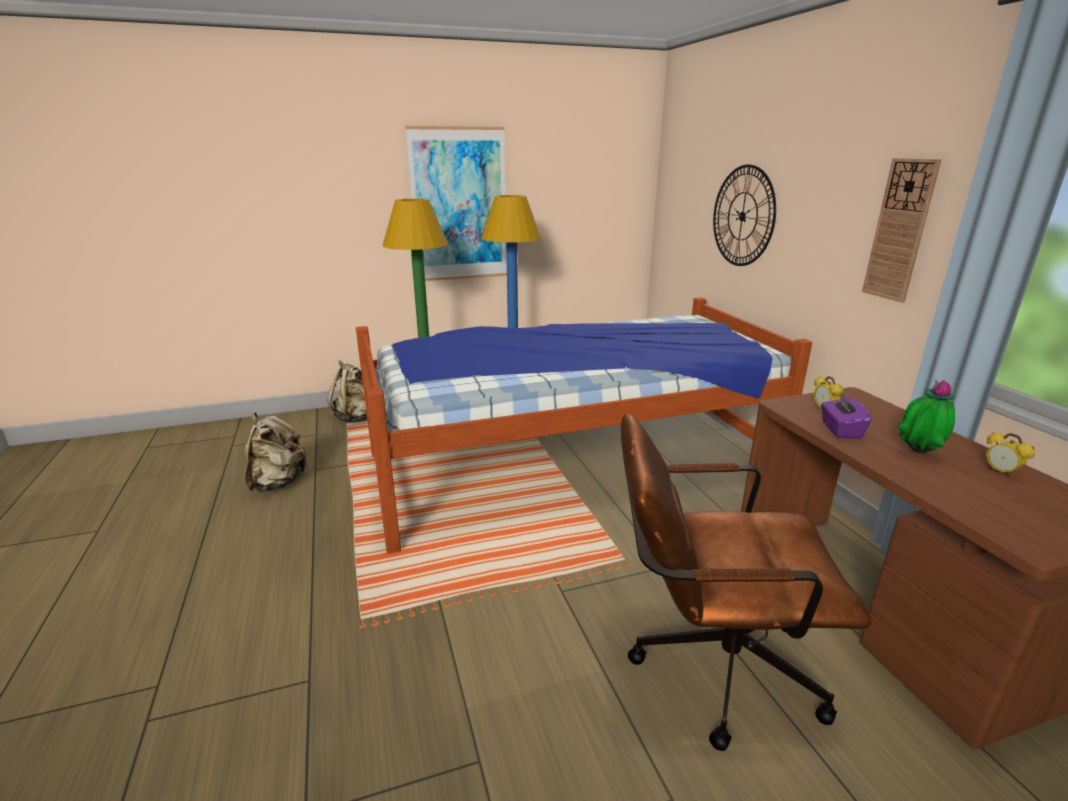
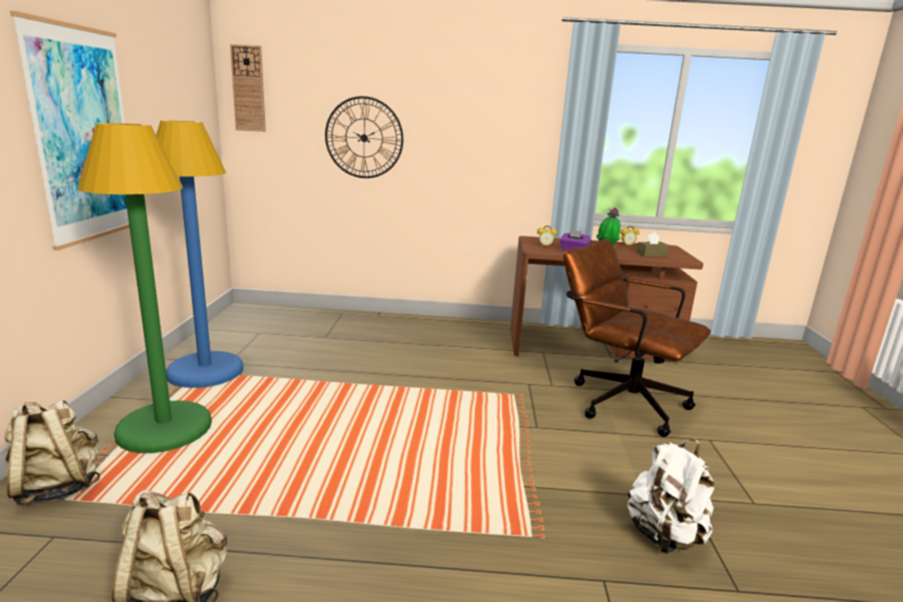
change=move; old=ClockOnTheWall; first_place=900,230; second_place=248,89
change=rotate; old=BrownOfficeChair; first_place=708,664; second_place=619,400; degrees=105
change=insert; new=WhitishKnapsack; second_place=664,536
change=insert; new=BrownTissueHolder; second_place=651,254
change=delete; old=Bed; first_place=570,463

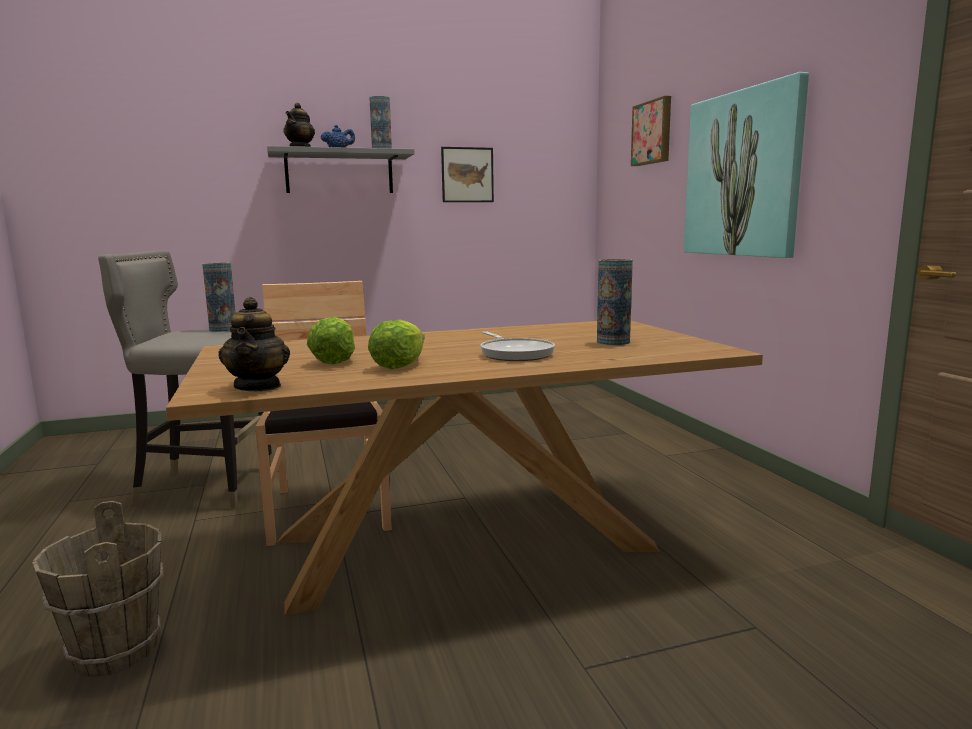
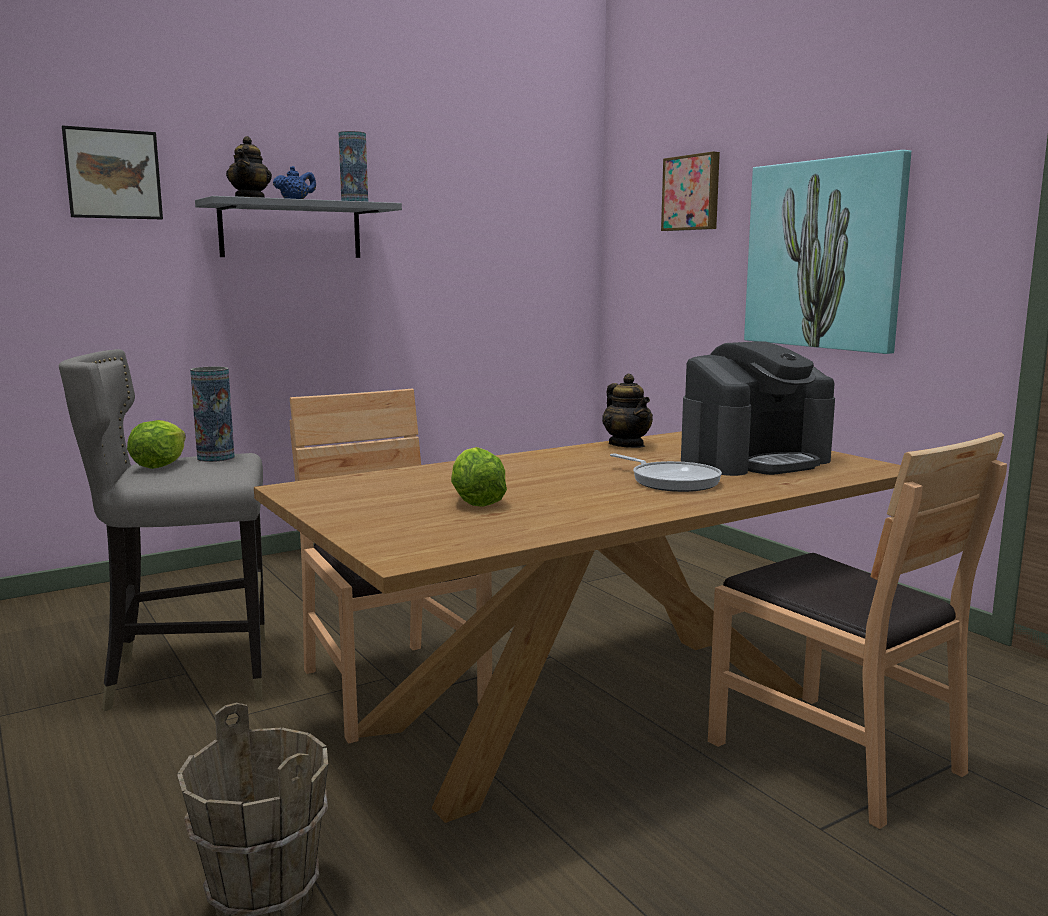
change=move; old=WallPicture; first_place=467,175; second_place=113,174
change=move; old=LettuceHead; first_place=398,365; second_place=159,465
change=move; old=PotForTea; first_place=258,386; second_place=627,445
change=replace; old=Vase; new=CoffeeMaker; first_place=613,342; second_place=754,460
change=insert; new=BrownChair; second_place=835,755

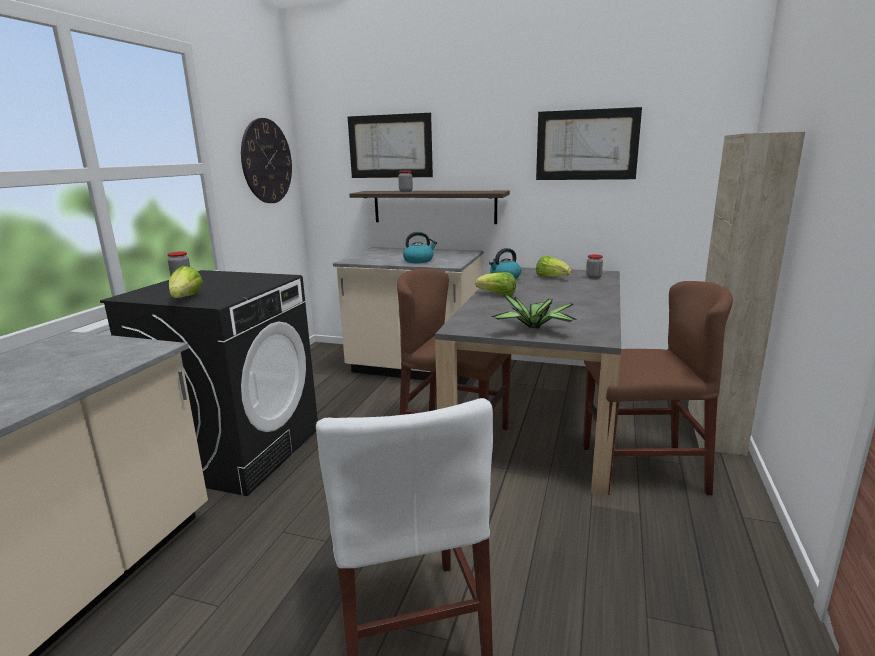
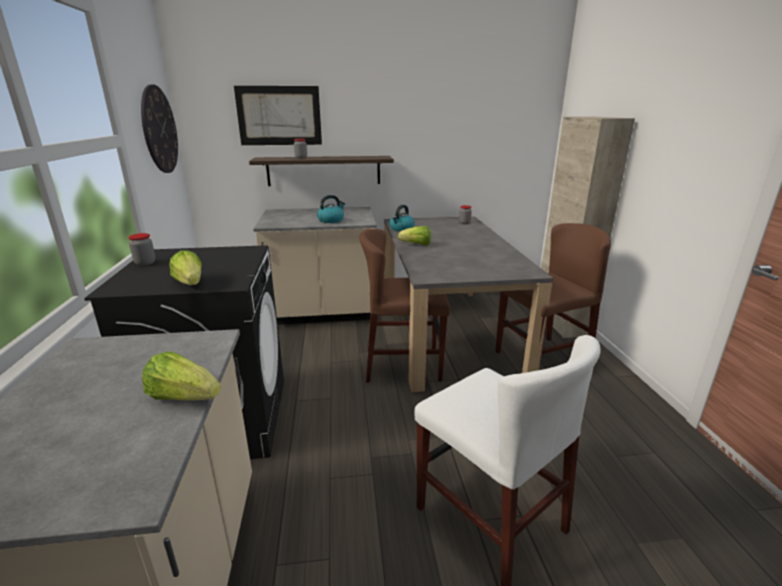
change=move; old=LettuceHead; first_place=551,278; second_place=184,397
change=delete; old=PlantInAPot; first_place=535,328
change=delete; old=WallPicture; first_place=586,145

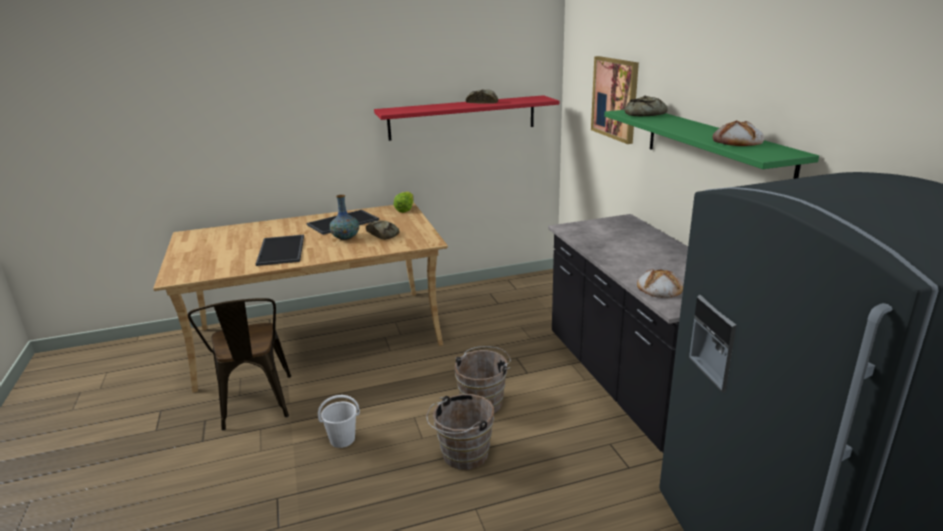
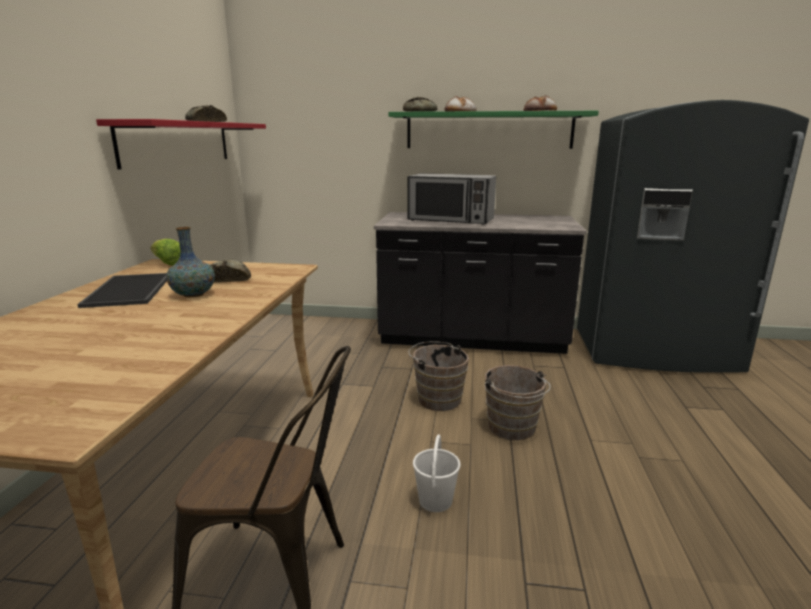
change=insert; new=KitchenMicrowave; second_place=450,220
change=move; old=BakeryBread; first_place=659,288; second_place=459,111
change=delete; old=CarryingTray; first_place=282,250
change=delete; old=WallPicture; first_place=615,98

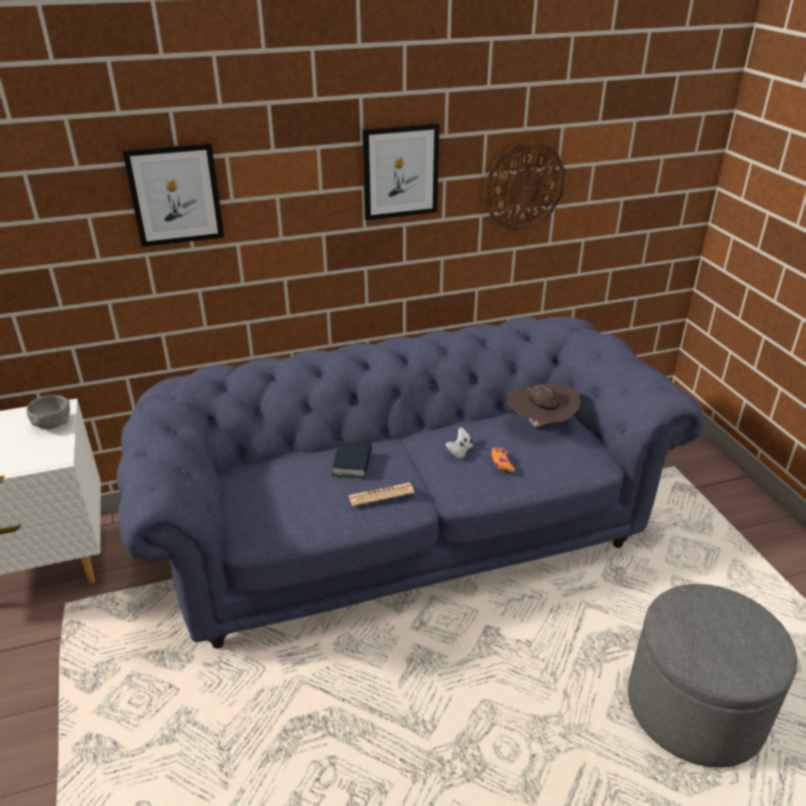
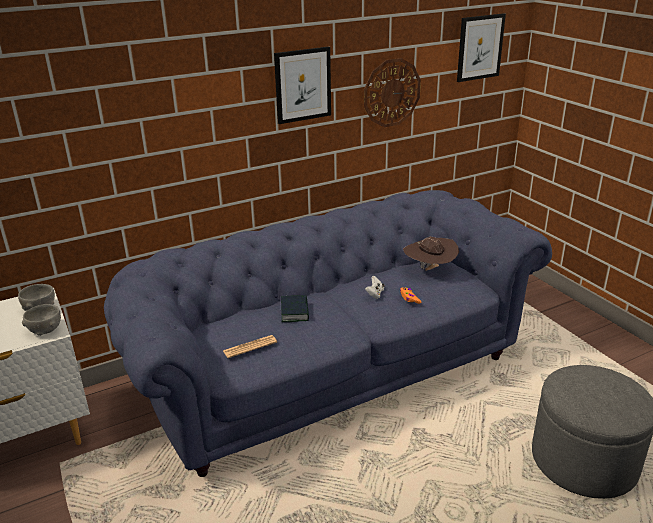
change=insert; new=GrayBowl; second_place=45,330
change=move; old=PrintedPaper; first_place=381,495; second_place=250,347
change=move; old=WallPicture; first_place=175,195; second_place=480,47

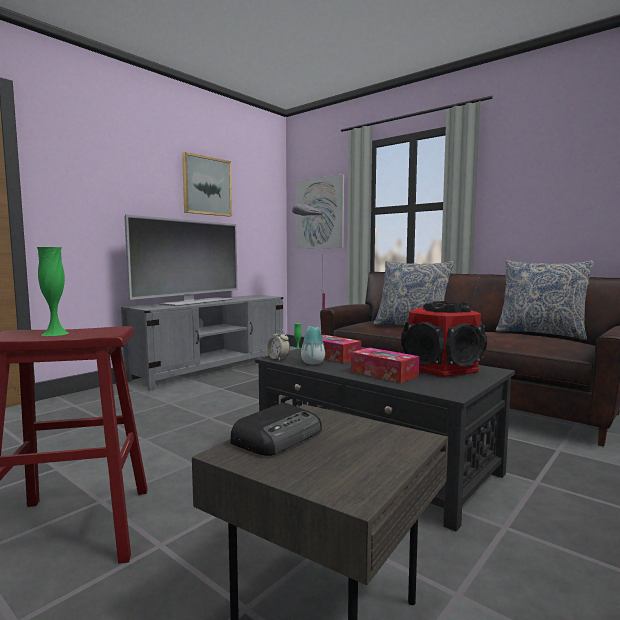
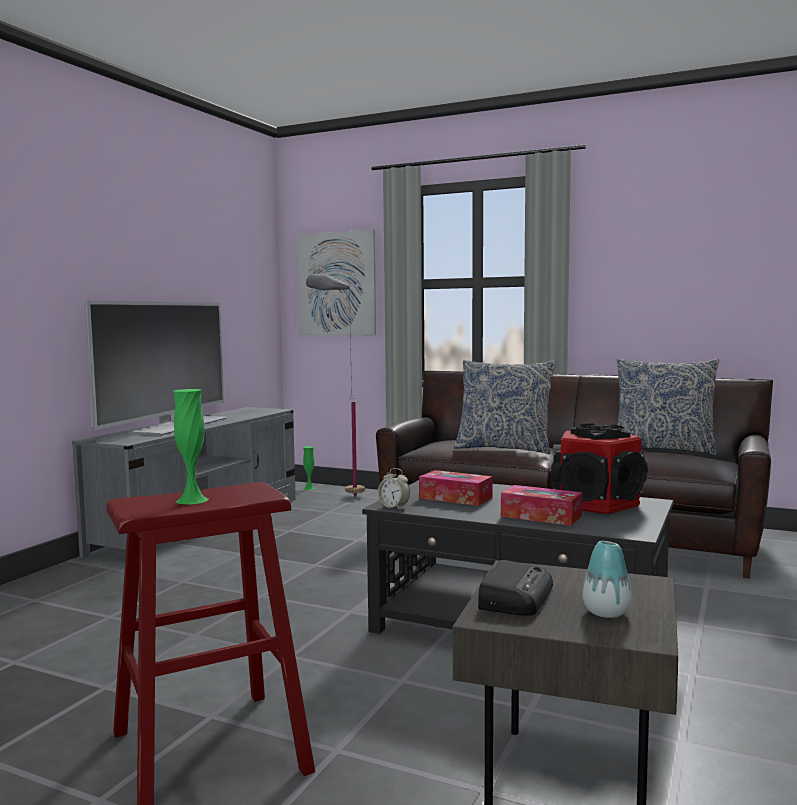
change=move; old=Vase; first_place=313,362; second_place=606,612
change=delete; old=WallPicture; first_place=207,186

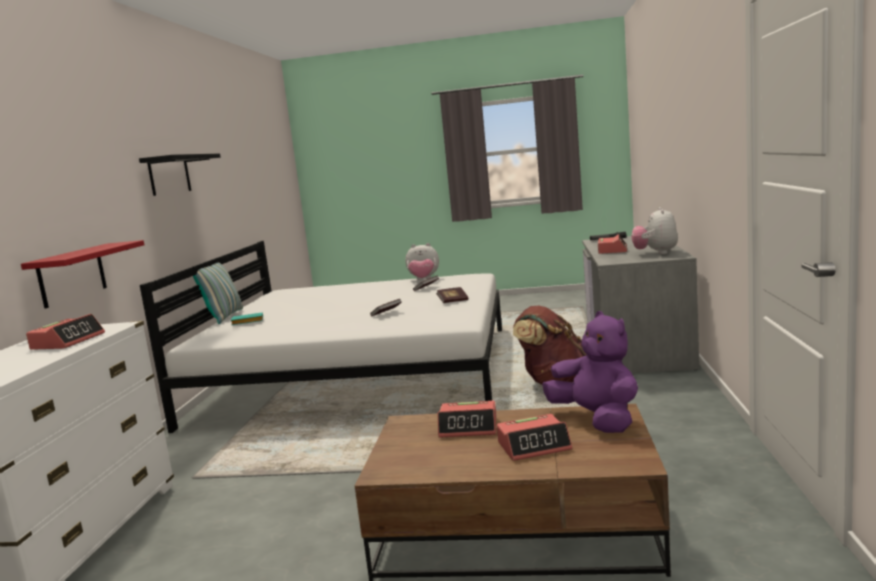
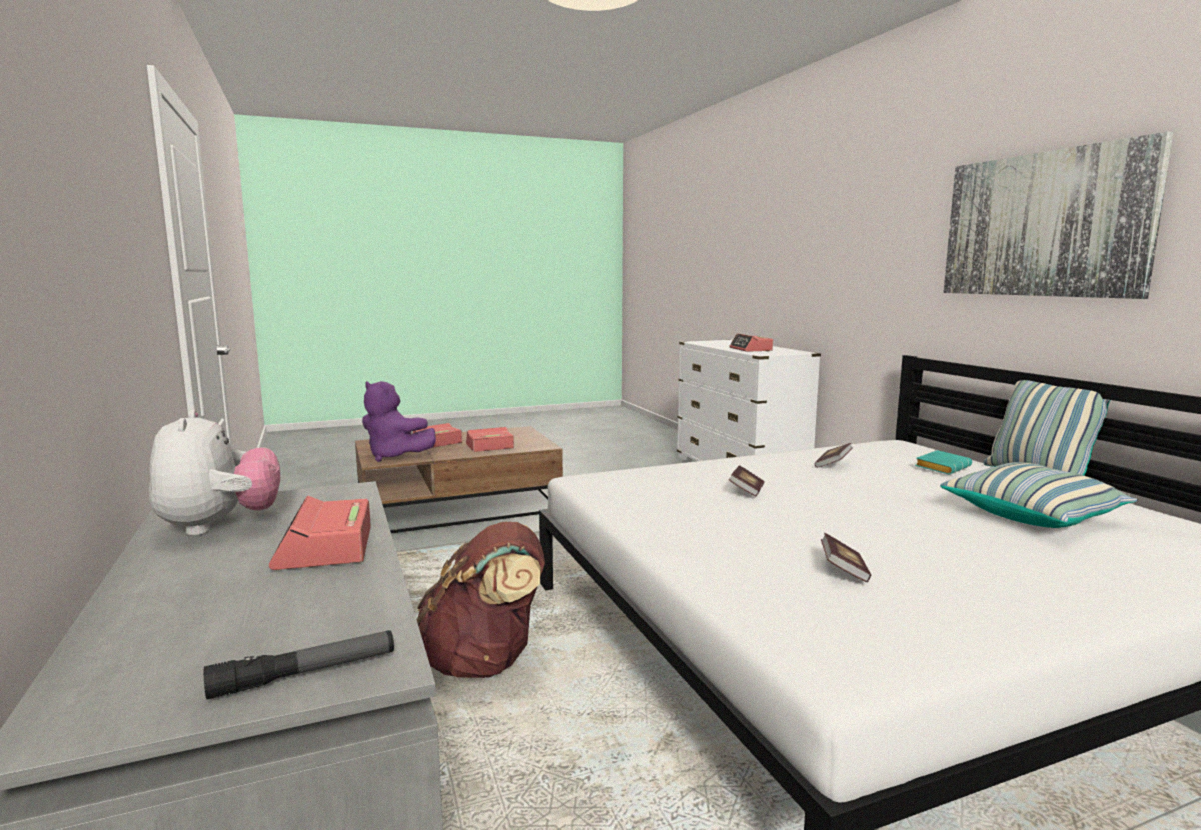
change=move; old=BoundBook; first_place=453,301; second_place=833,464
change=insert; new=Cushion; second_place=1033,515
change=replace; old=BlackColouredShelf; new=WallPicture; first_place=169,175; second_place=1043,225
change=delete; old=RedShelf; first_place=72,275
change=delete; old=CuddlyToy; first_place=423,279

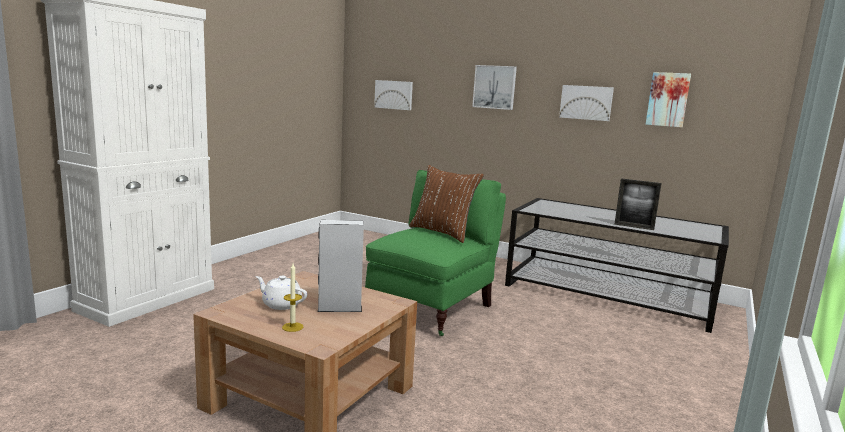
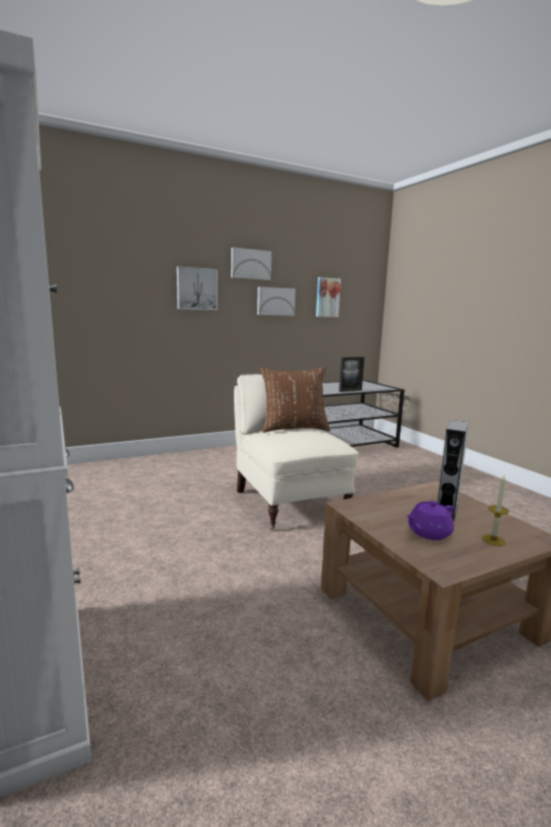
change=move; old=WallPicture; first_place=394,95; second_place=250,264
change=recolor; old=GreenColouredEasyChair; new=SandColouredEasyChair; first_place=433,308; second_place=289,502
change=recolor; old=WhitishPotForTea; new=PurpleColouredPotForTea; first_place=281,304; second_place=428,533

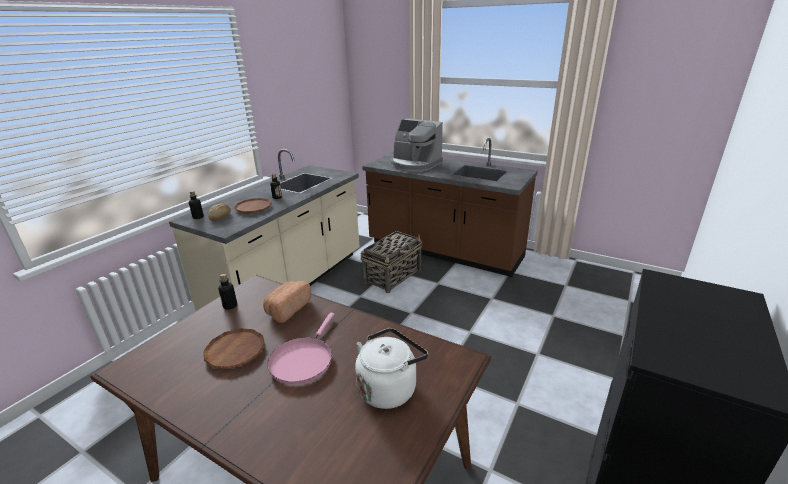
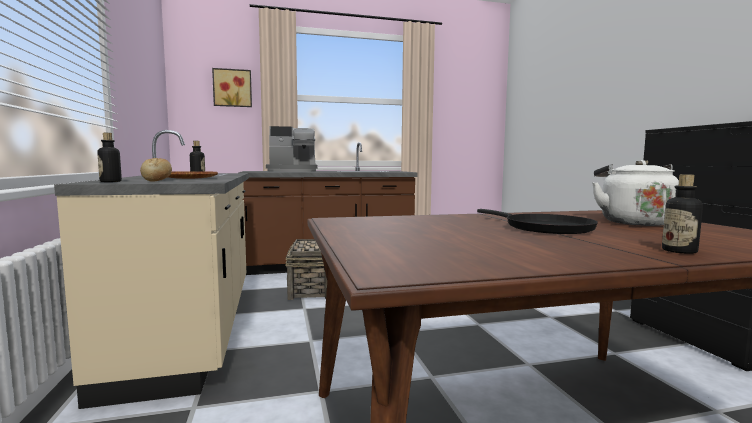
change=insert; new=WallPicture; second_place=232,88
change=recolor; old=PinkishSkillet; new=BlackColouredSkillet; first_place=303,360; second_place=543,228
change=move; old=BeverageBottle; first_place=230,306; second_place=679,251
change=delete; old=BrownPlate; first_place=235,351
change=delete; old=BakeryBread; first_place=287,309

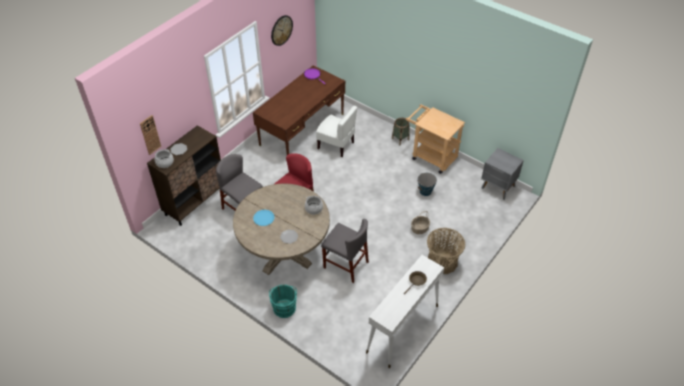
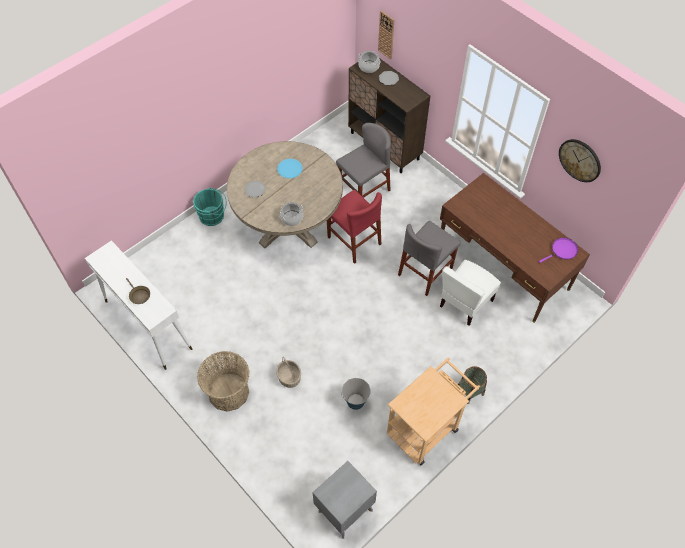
change=move; old=GrayChair; first_place=345,265; second_place=425,271

